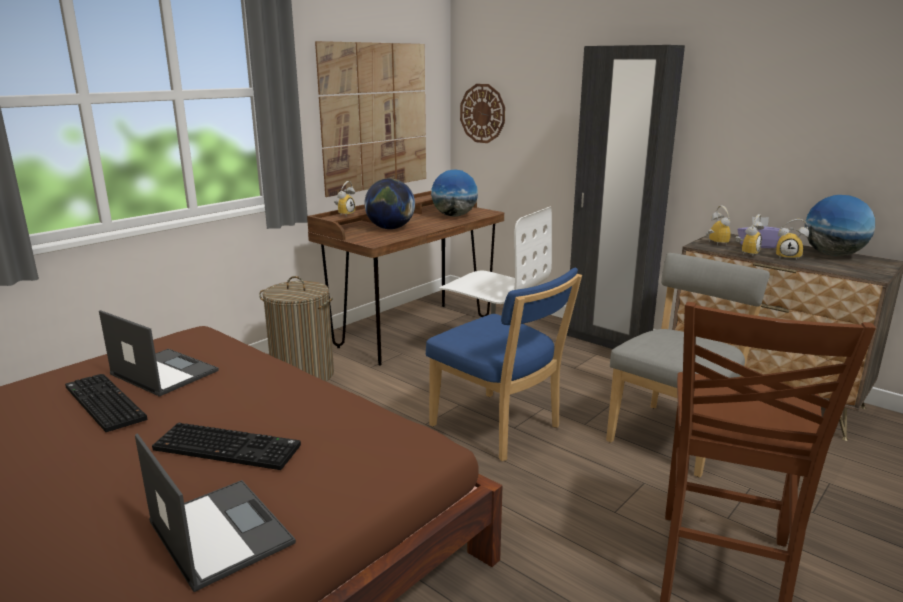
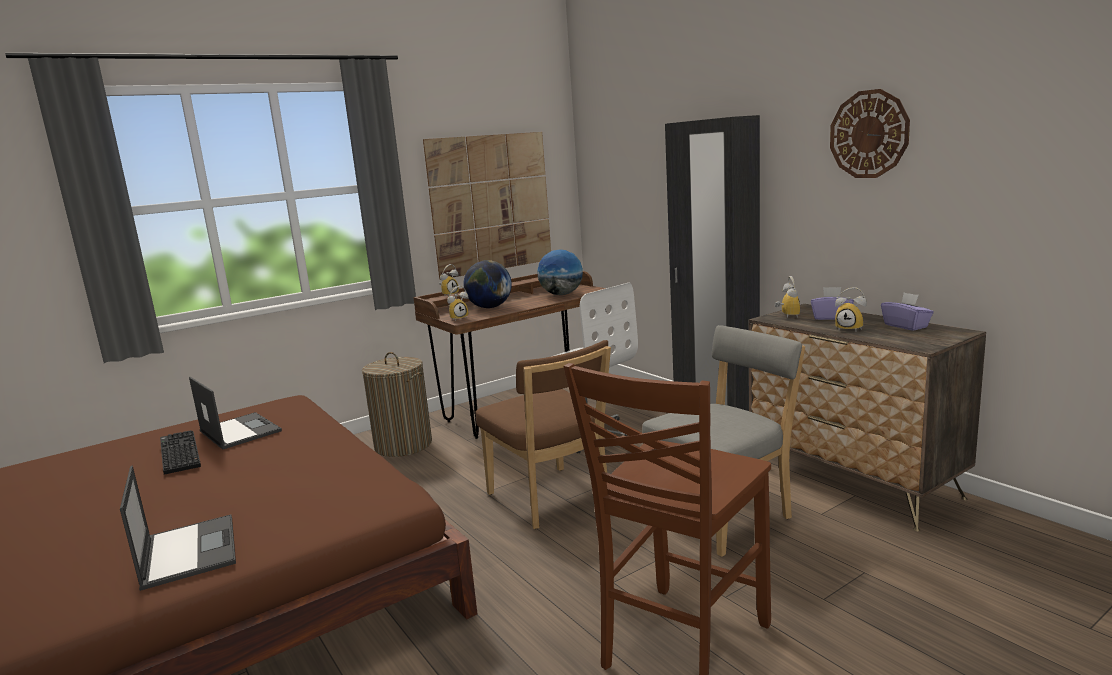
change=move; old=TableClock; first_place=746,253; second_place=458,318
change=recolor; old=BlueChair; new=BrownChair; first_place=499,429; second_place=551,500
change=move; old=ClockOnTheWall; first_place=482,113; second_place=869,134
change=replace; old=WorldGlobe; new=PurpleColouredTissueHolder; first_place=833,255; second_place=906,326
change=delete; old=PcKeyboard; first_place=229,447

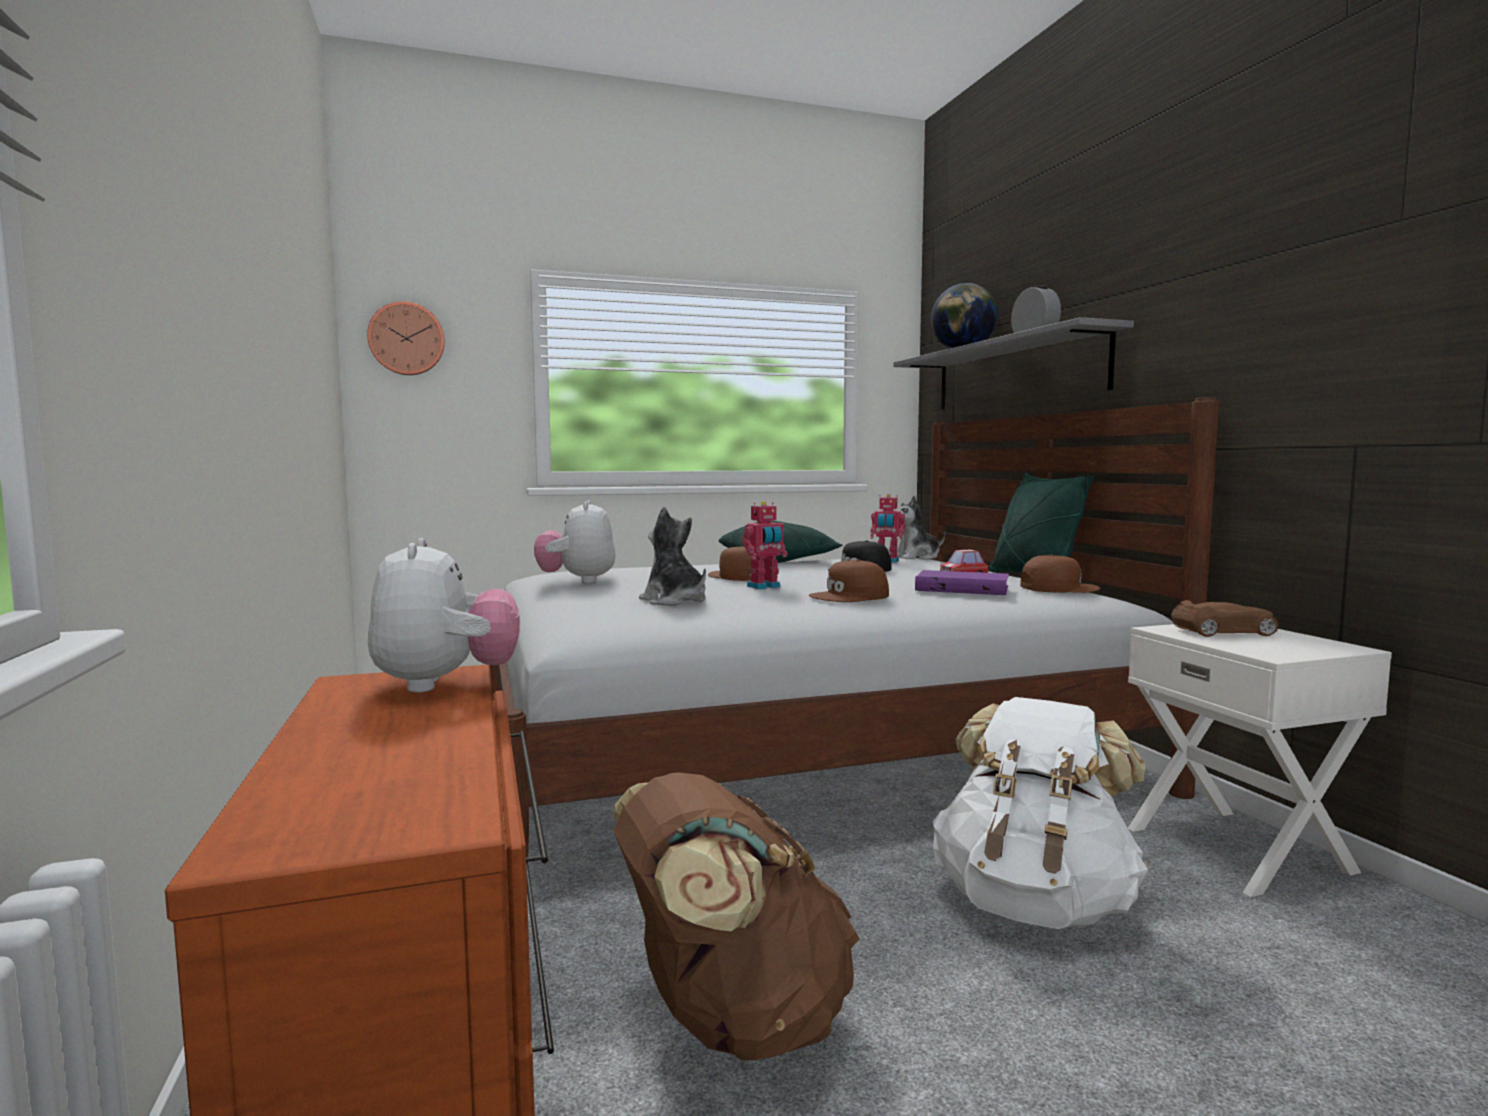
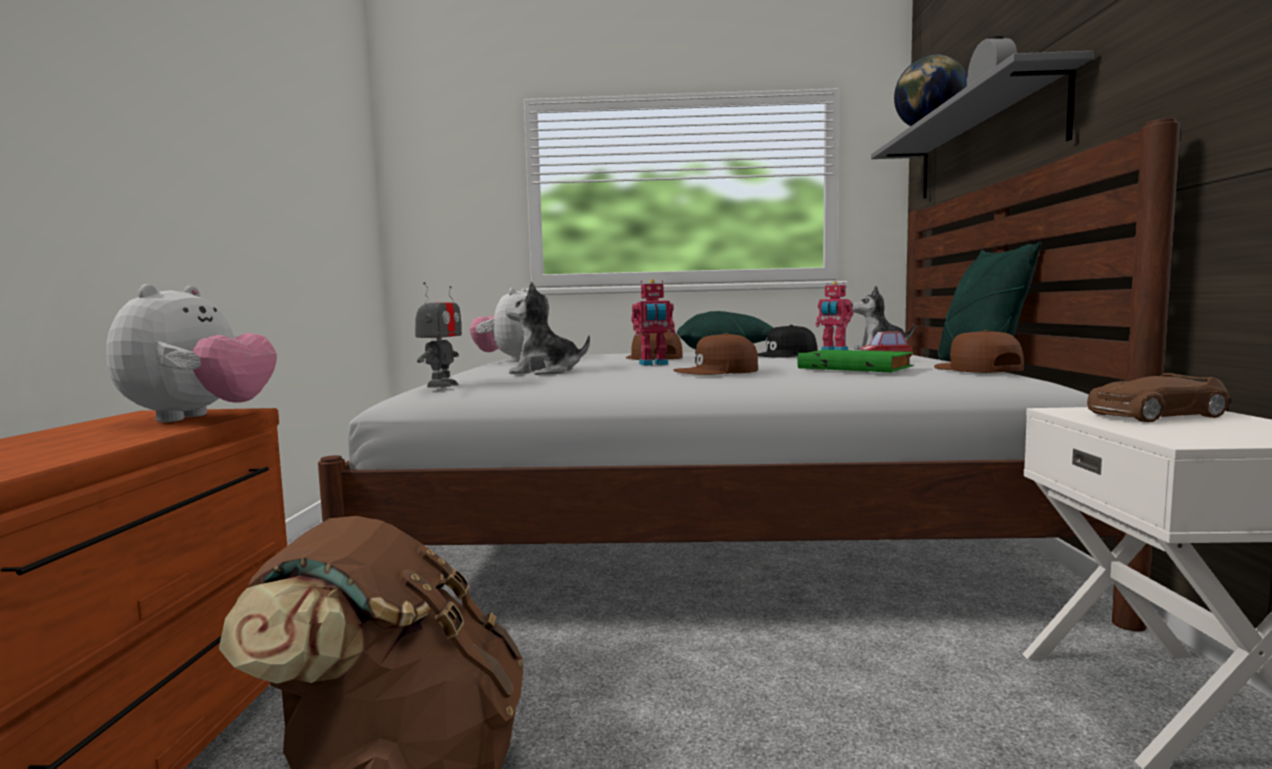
change=insert; new=ToyRobot; second_place=442,385
change=rotate; old=CuddlyToy; first_place=674,601; second_place=545,372; degrees=-60
change=recolor; old=PurpleColouredBoundBook; new=GreenColouredBoundBook; first_place=963,588; second_place=856,367
change=rotate; old=BrownBaseballCap; first_place=1058,588; second_place=976,369; degrees=-120
change=rotate; old=BrownModelCar; first_place=1224,632; second_place=1154,415; degrees=150
change=delete; old=ClockOnTheWall; first_place=407,339
change=delete; old=WhitishKnapsack; first_place=1034,903

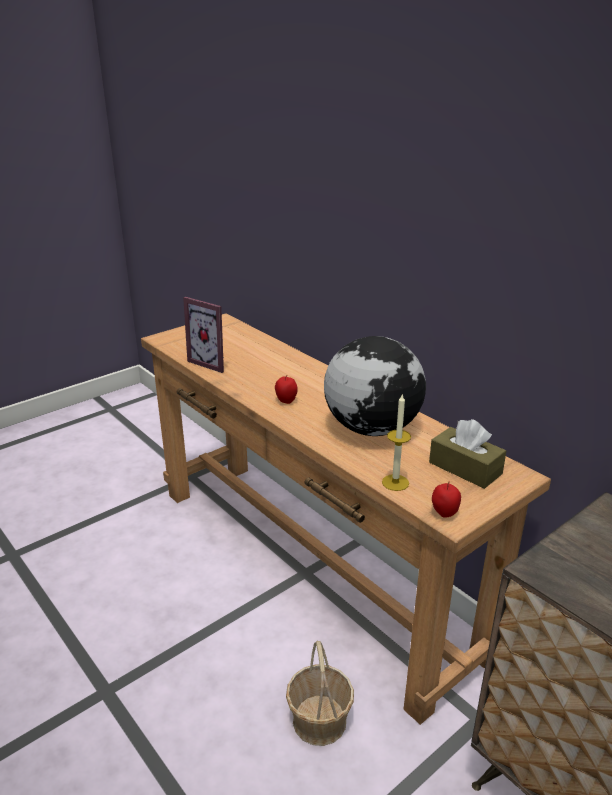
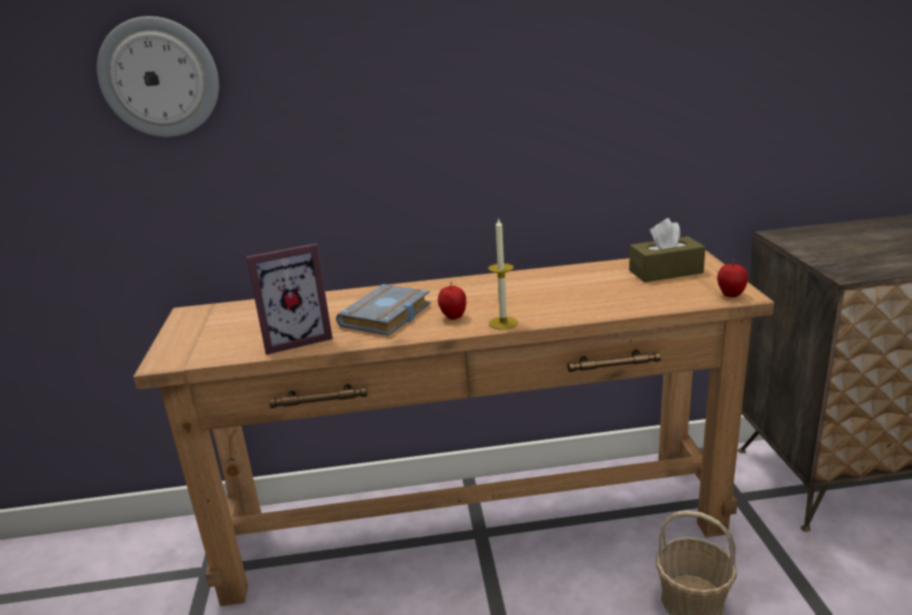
change=insert; new=ClockOnTheWall; second_place=159,78
change=insert; new=GrayBoundBook; second_place=387,317
change=move; old=Candle; first_place=395,482; second_place=503,323
change=delete; old=WorldGlobe; first_place=371,428

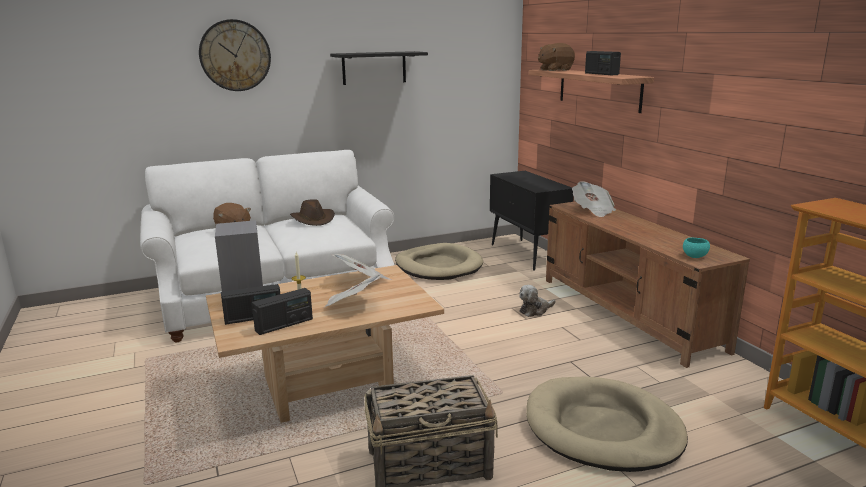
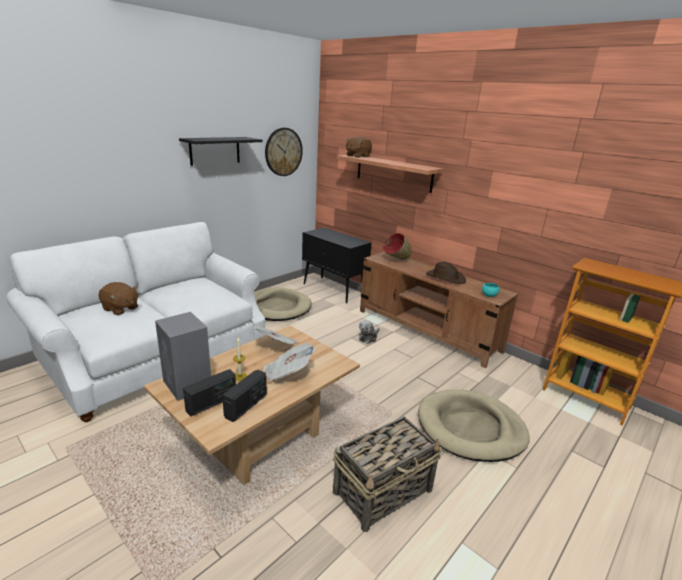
change=move; old=ClockOnTheWall; first_place=235,55; second_place=283,152
change=replace; old=PrintedPaper; new=RedBowl; first_place=592,211; second_place=396,261
change=move; old=BrownClothingHat; first_place=313,219; second_place=445,278
change=delete; old=RadioSet; first_place=601,74

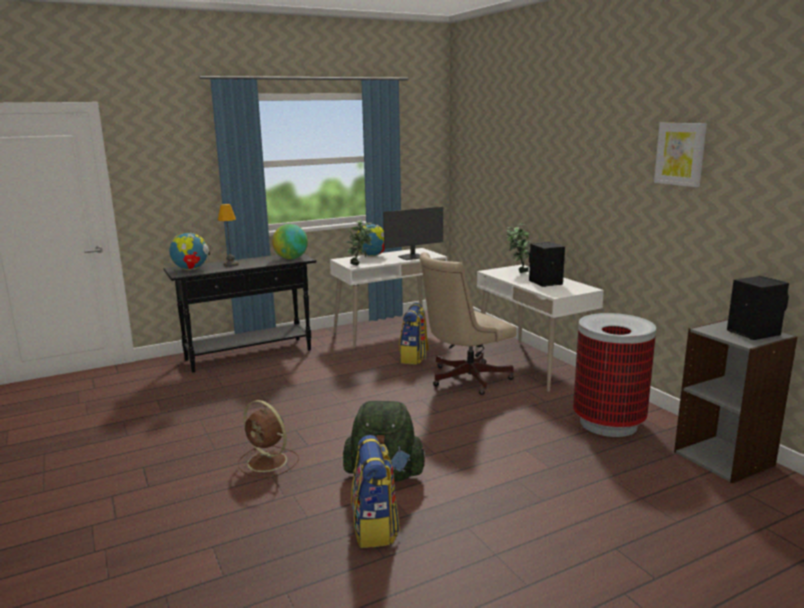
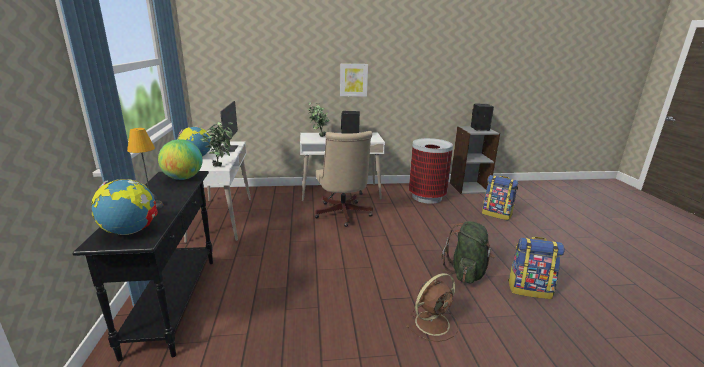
change=move; old=WallPicture; first_place=680,154; second_place=353,80
change=move; old=Knapsack; first_place=414,358; second_place=497,214

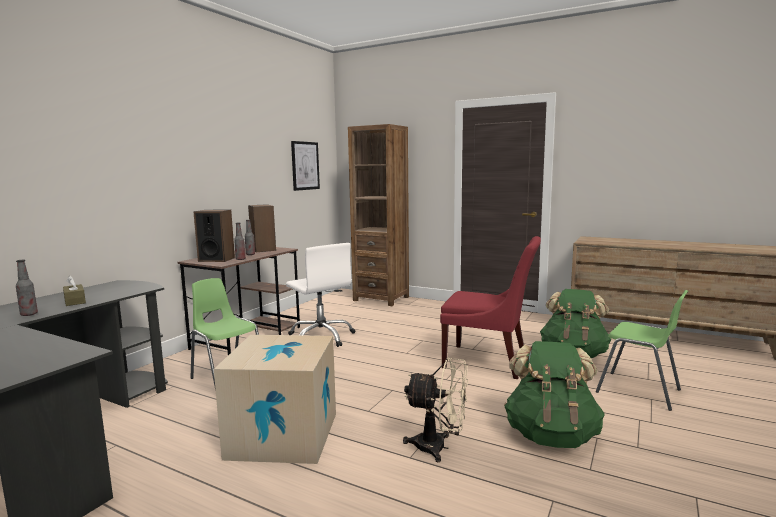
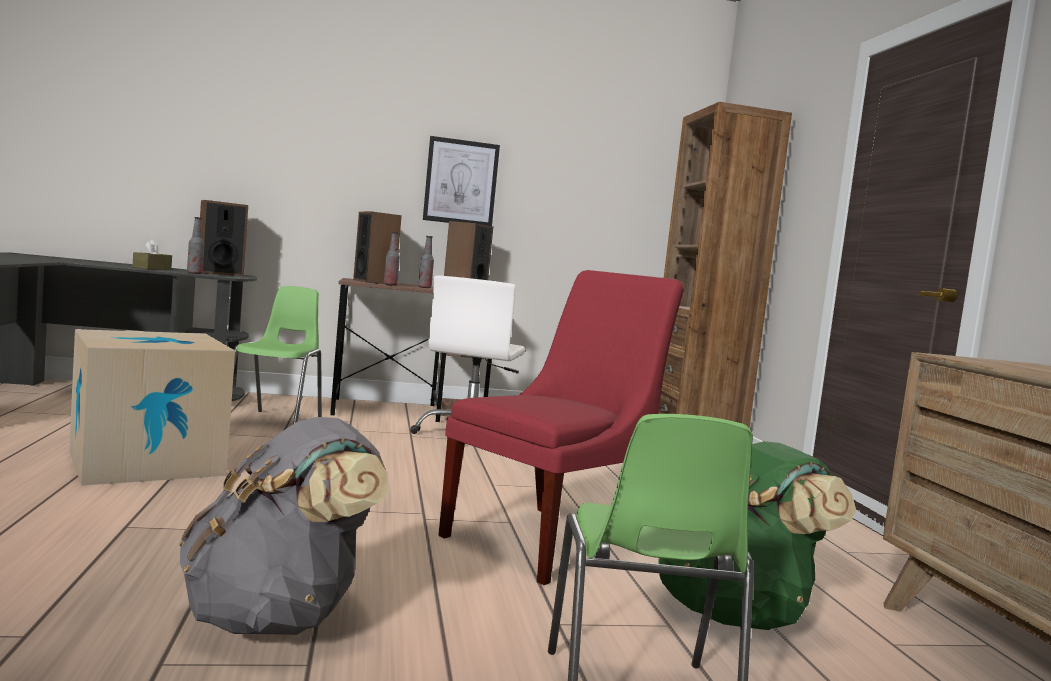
change=recolor; old=GreenColouredKnapsack; new=GrayKnapsack; first_place=551,435; second_place=279,618
change=move; old=BeverageBottle; first_place=29,314; second_place=194,273
change=insert; new=Speaker; second_place=219,273
change=move; old=WallPicture; first_place=305,165; second_place=461,182
change=rotate; old=RedChair; first_place=489,362; second_place=551,541; degrees=-120
change=delete; old=SandColouredFan; first_place=438,447

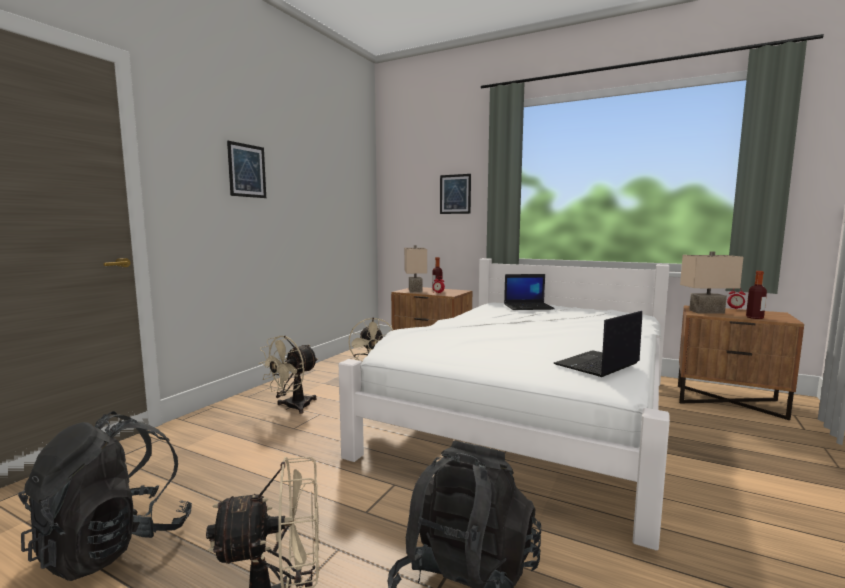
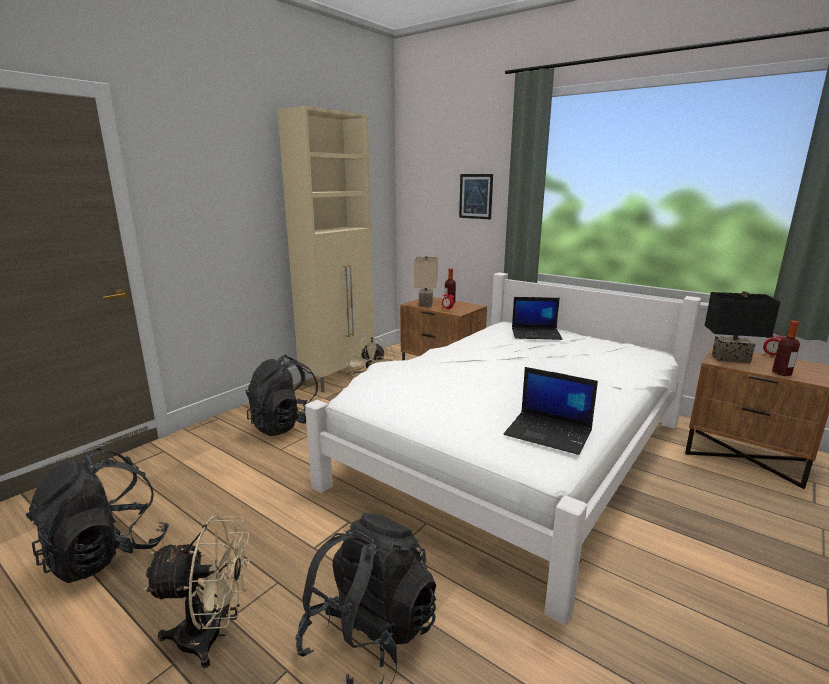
change=replace; old=SandColouredFan; new=BlackColouredKnapsack; first_place=292,407; second_place=286,425
change=insert; new=SandColouredStorageCabinet; second_place=339,377
change=rotate; old=PortableComputer; first_place=597,364; second_place=549,433; degrees=-120
change=recolor; old=SandColouredTabletopLamp; new=BlackColouredTabletopLamp; first_place=707,312; second_place=730,359
change=delete; old=WallPicture; first_place=247,170

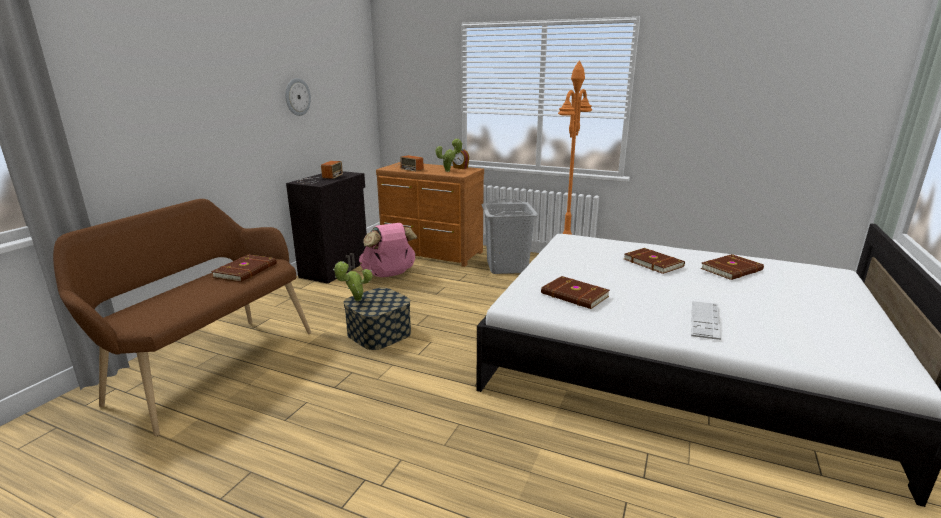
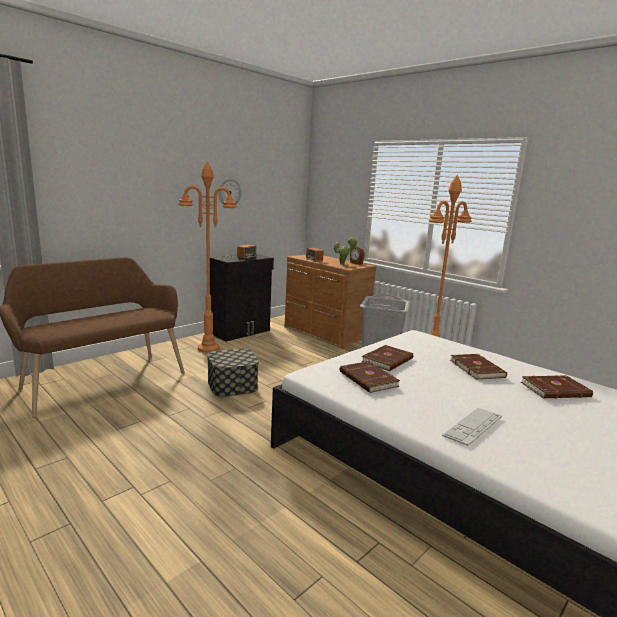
change=insert; new=OrangeStandingLamp; second_place=209,348
change=move; old=BrownBoundBook; first_place=246,270; second_place=388,360
change=delete; old=PlantInAPot; first_place=355,300
change=delete; old=PinkishKnapsack; first_place=389,275

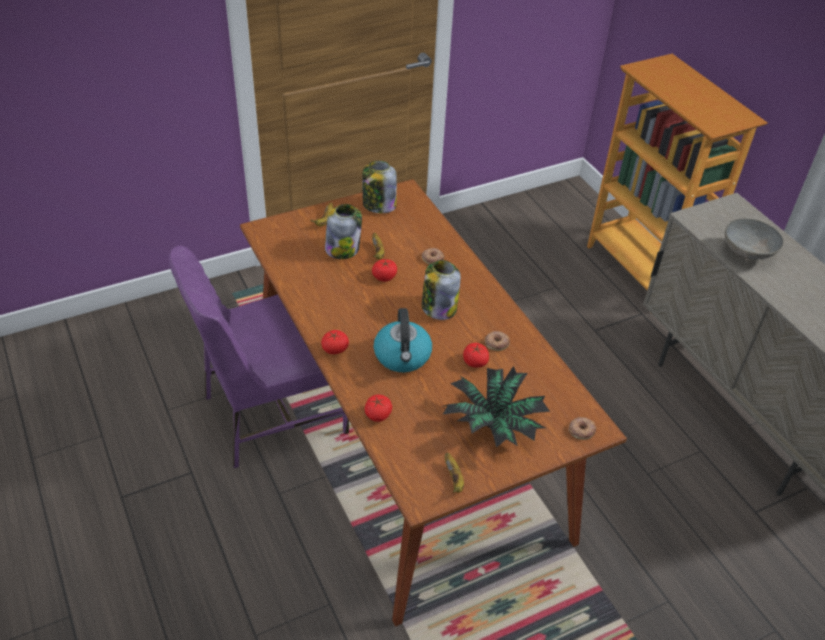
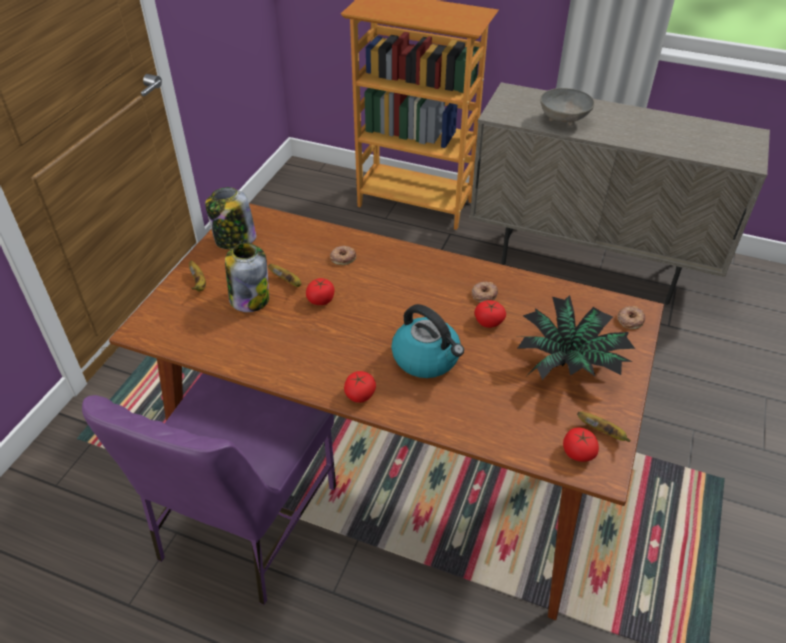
change=move; old=FreshTomato; first_place=378,414; second_place=578,452
change=delete; old=PreserveJar; first_place=438,307

